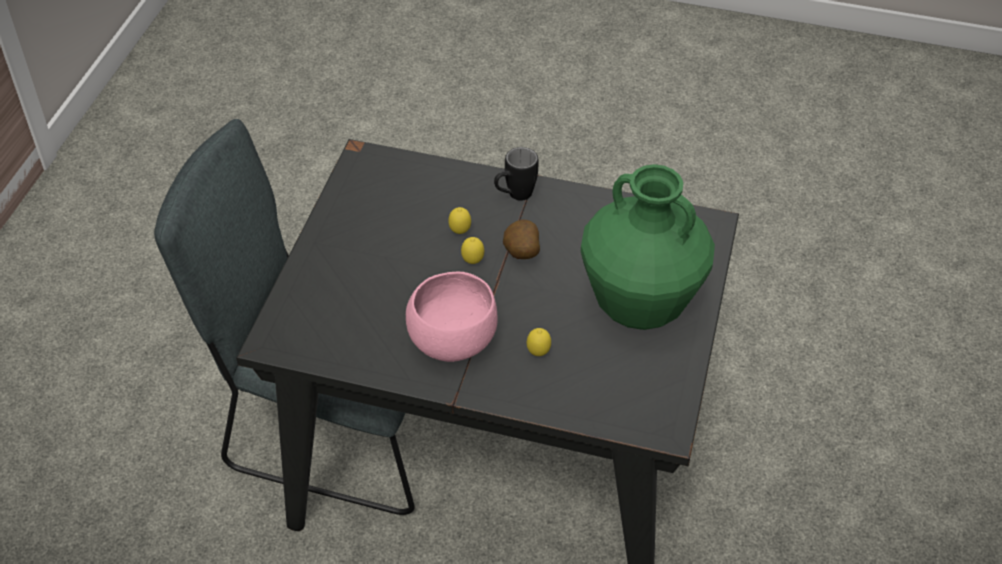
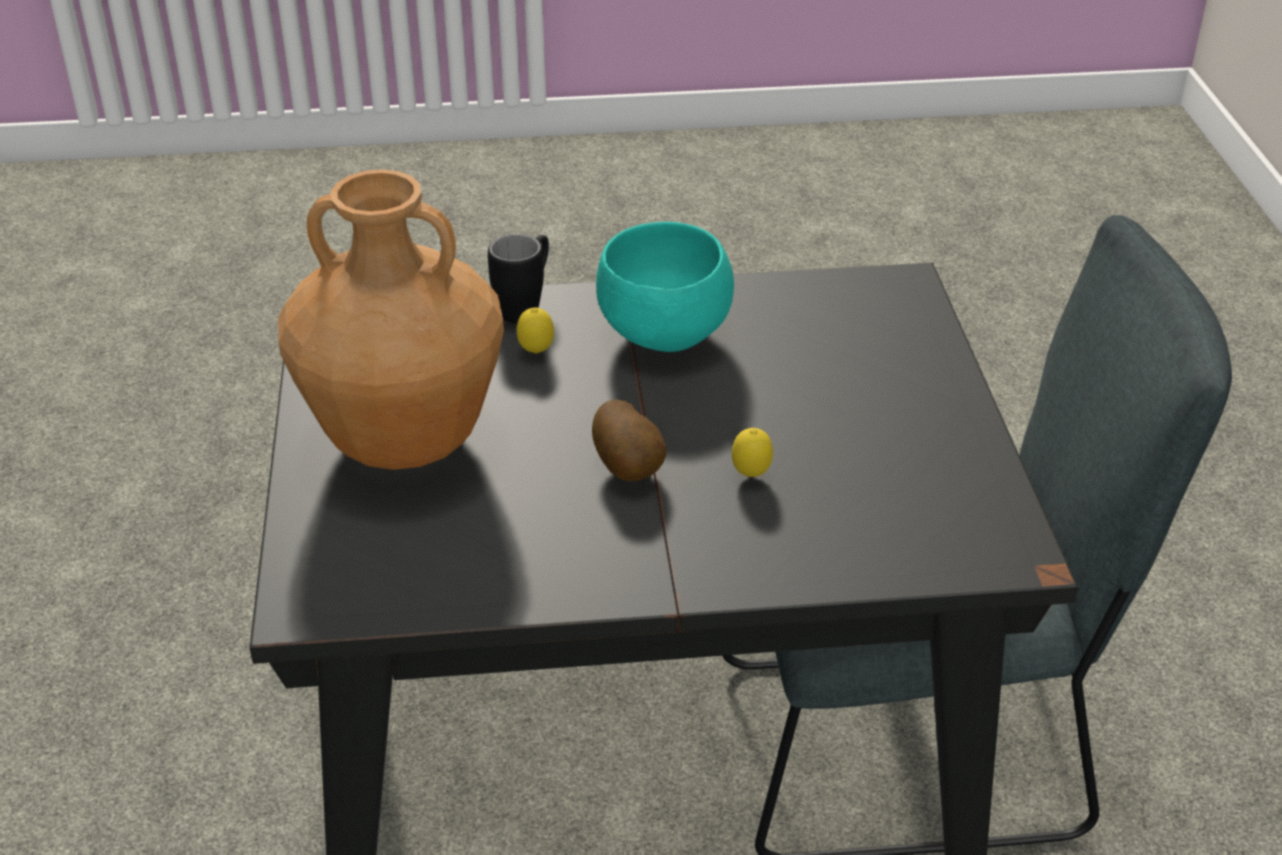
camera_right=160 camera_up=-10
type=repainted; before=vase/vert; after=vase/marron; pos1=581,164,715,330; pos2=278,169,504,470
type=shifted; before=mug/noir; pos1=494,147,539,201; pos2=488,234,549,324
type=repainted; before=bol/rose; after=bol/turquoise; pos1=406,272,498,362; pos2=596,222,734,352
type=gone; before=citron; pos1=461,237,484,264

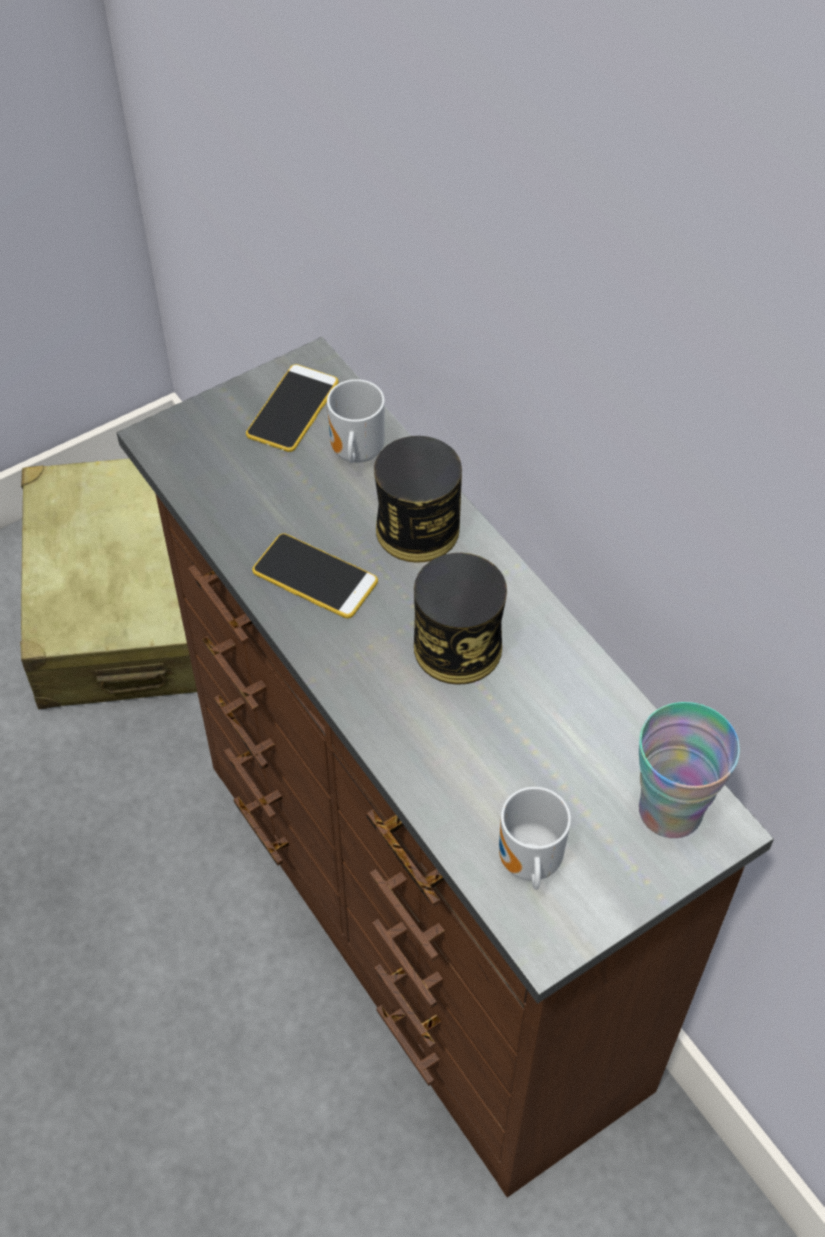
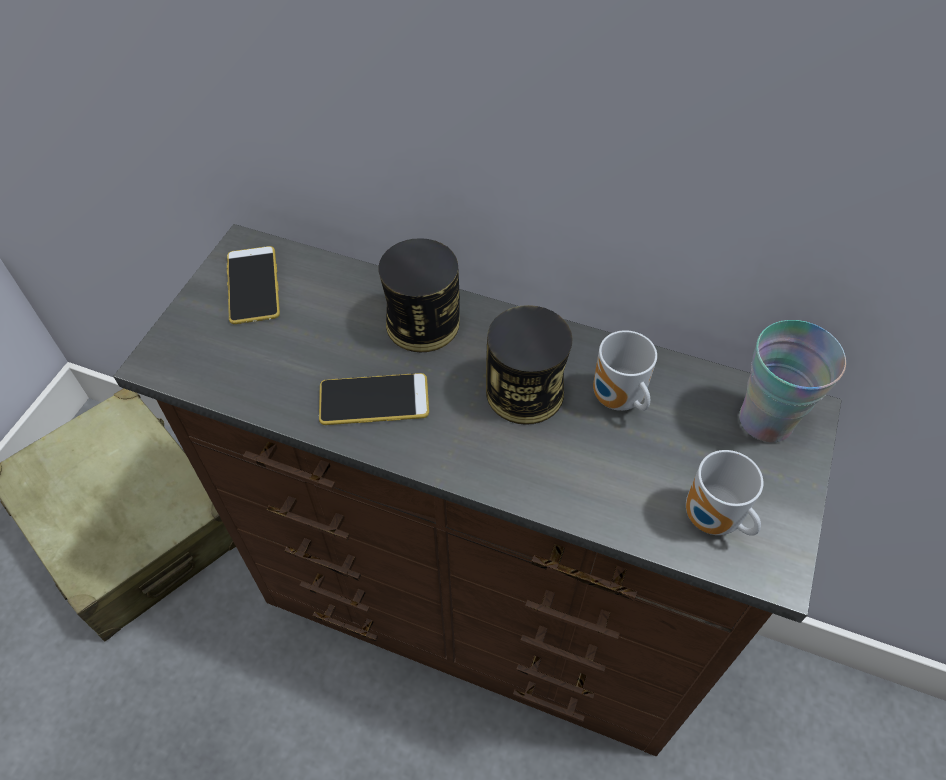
camera_right=-35 camera_up=0
type=shifted; before=mug; pos1=327,379,385,463; pos2=593,330,657,411

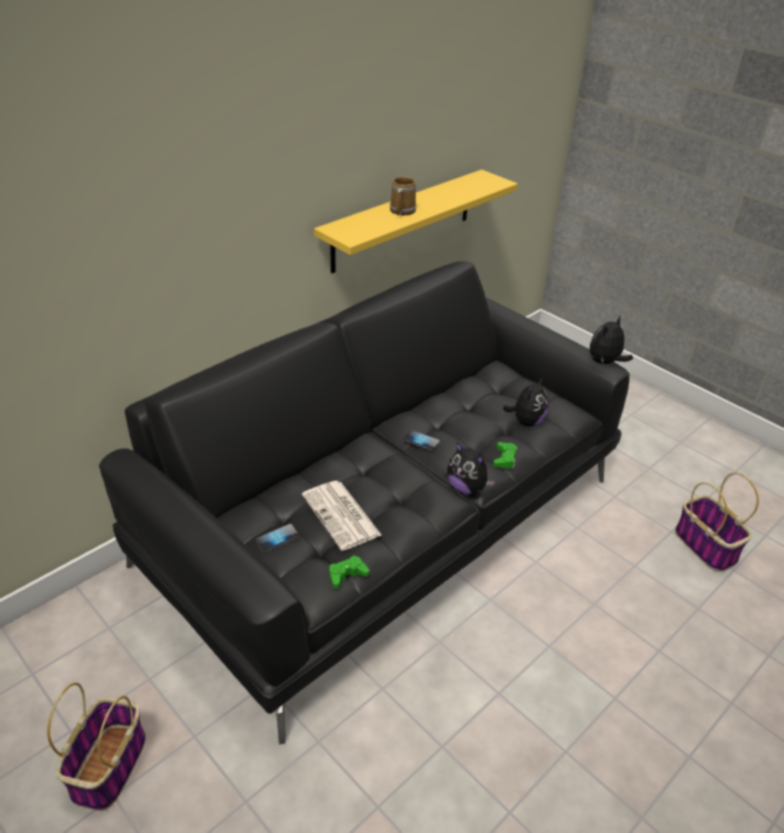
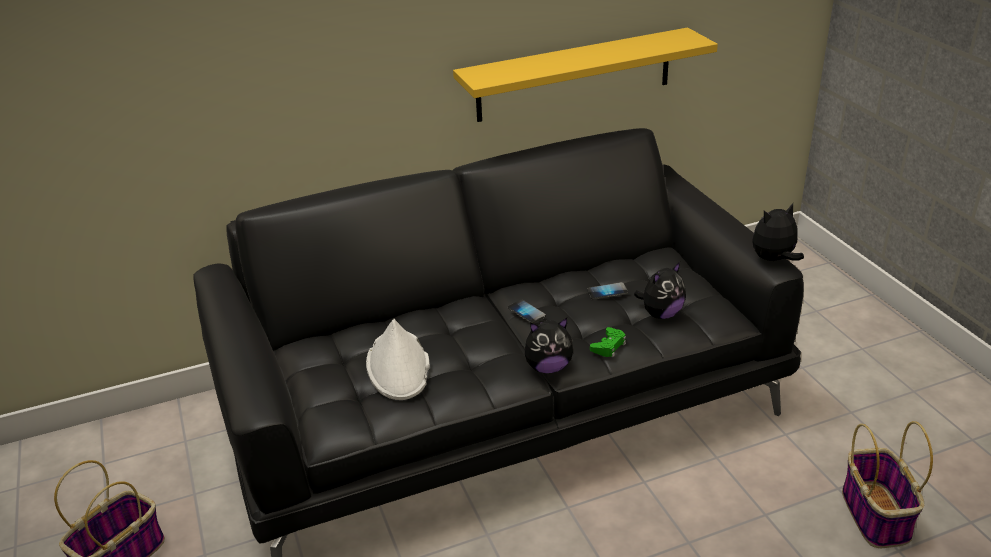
camera_right=25 camera_up=-5
type=swapped; before=journal; after=chapeau/blanc; pos1=302,481,381,551; pos2=366,319,430,400
type=rotated; before=peluche; pos1=447,442,495,495; pos2=525,318,573,373; turn=-75
type=shifted; before=téléphone; pos1=255,524,300,553; pos2=587,282,628,300
type=gone; before=manette/vert; pos1=329,555,369,588
type=gone; before=mug; pos1=390,176,417,216

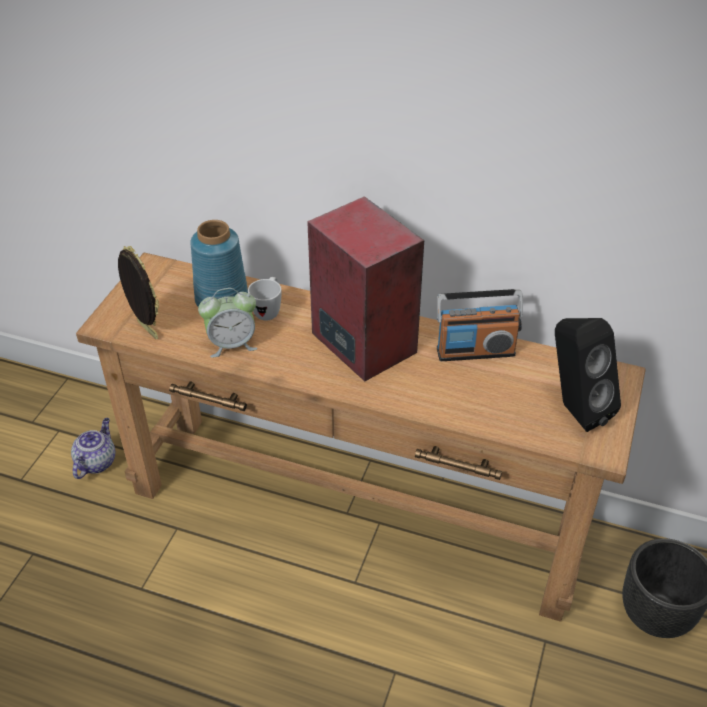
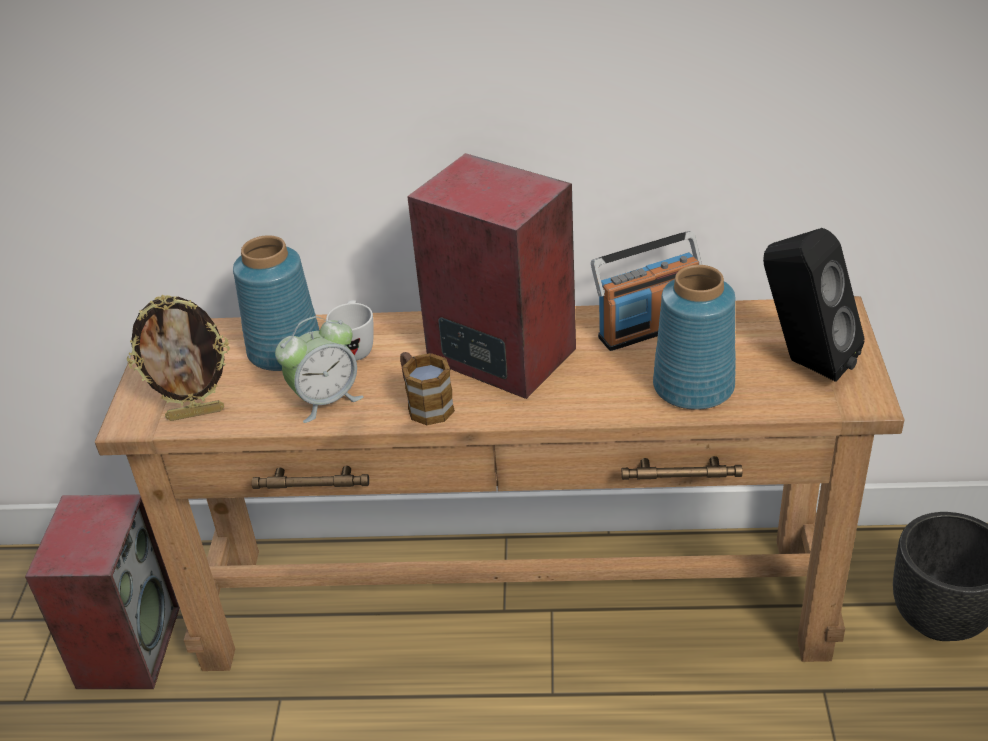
camera_right=-15 camera_up=-5
type=swapped; before=théière; after=enceinte; pos1=71,418,115,479; pos2=25,494,180,689
type=rotated; before=cadre photo; pos1=118,246,159,339; pos2=127,295,230,421; turn=135
type=new; after=mug; pos2=400,352,455,425
type=new; after=vase/bleu; pos2=653,265,736,410

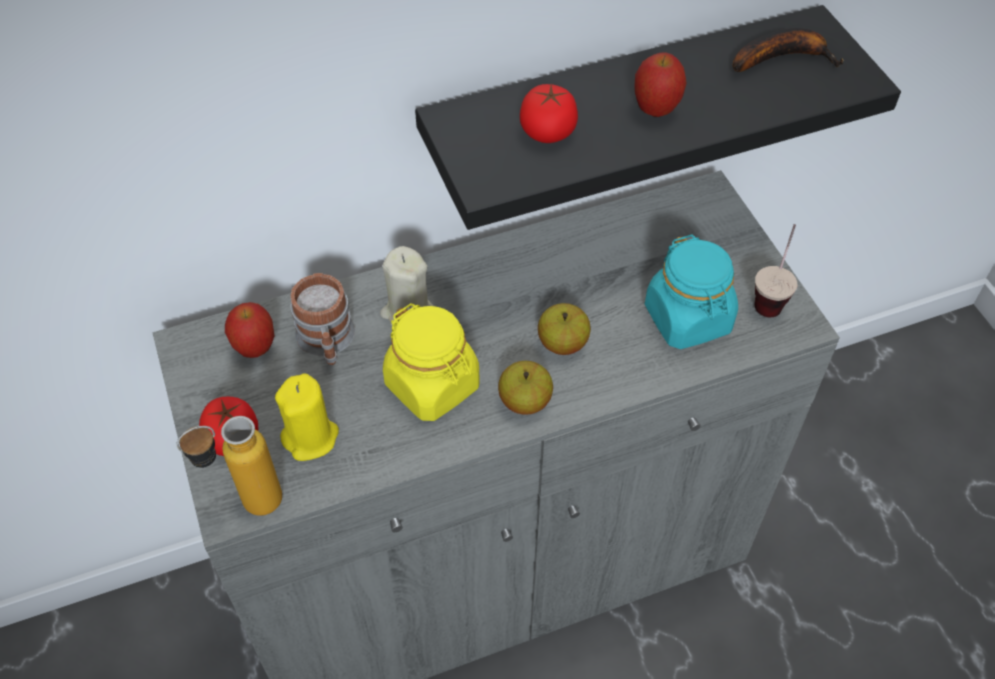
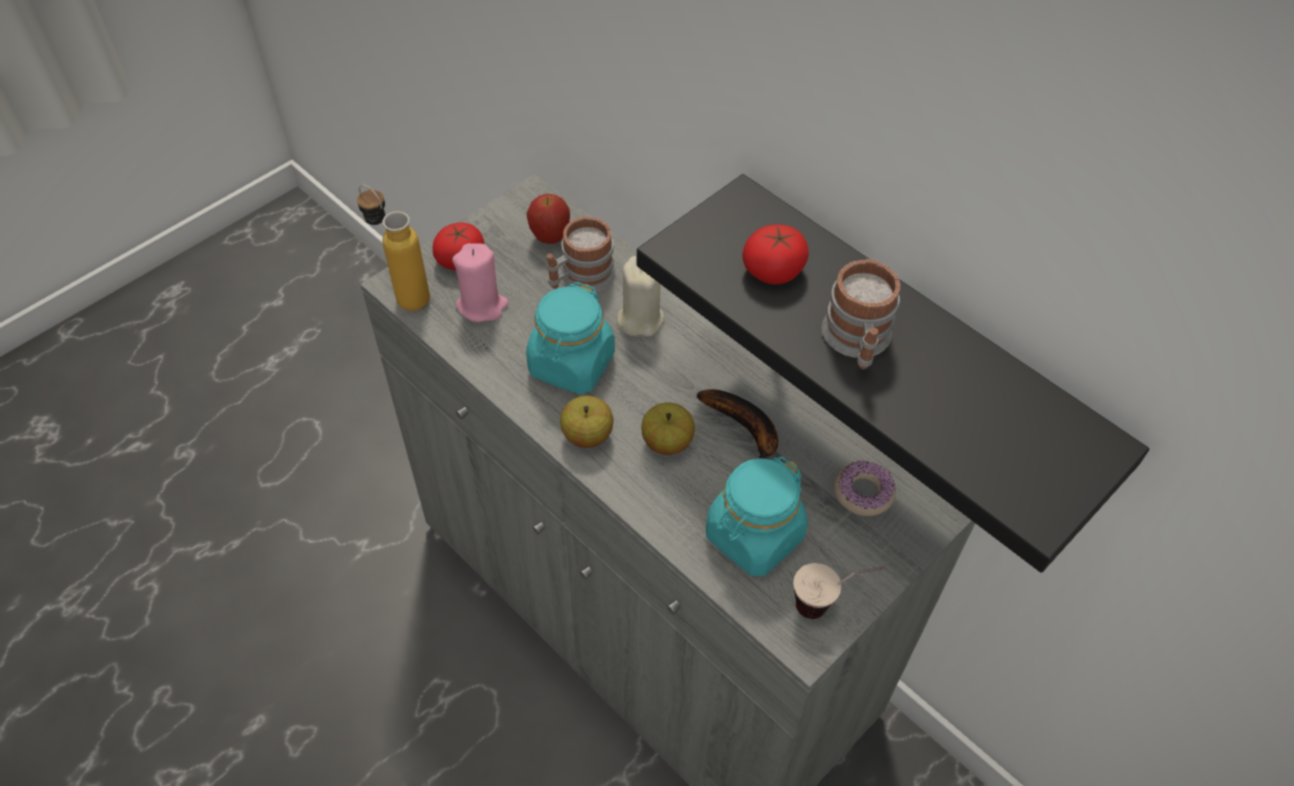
camera_right=65 camera_up=0
type=repainted; before=bougie/jaune; after=bougie/rose; pos1=275,373,339,461; pos2=452,243,509,322
type=repainted; before=bocal/jaune; after=bocal/turquoise; pos1=383,303,480,421; pos2=526,282,615,394
type=shifted; before=banane; pos1=733,28,844,72; pos2=697,389,778,459
type=swapped; before=pomme; after=mug; pos1=634,52,687,117; pos2=822,259,900,369
type=new; after=beignet; pos2=834,461,896,516

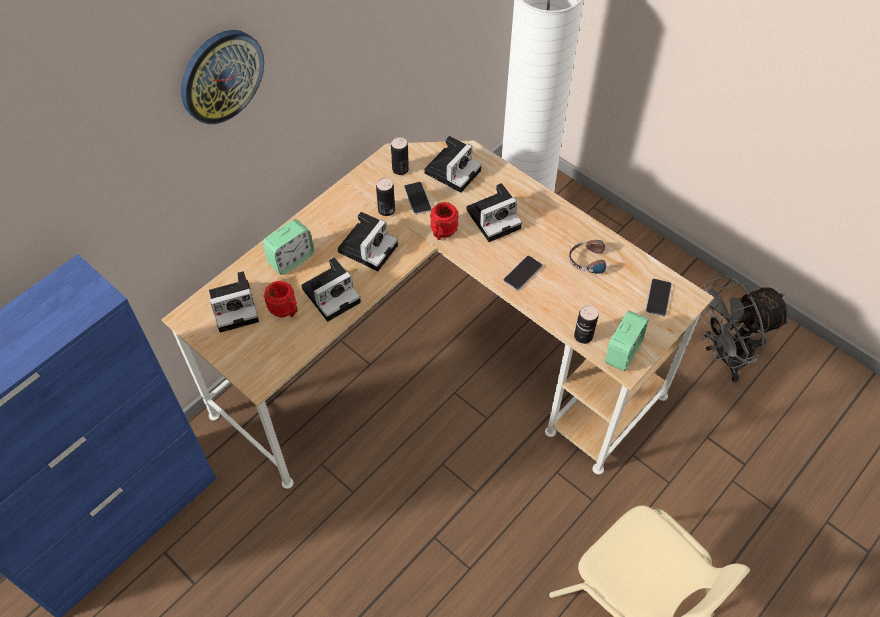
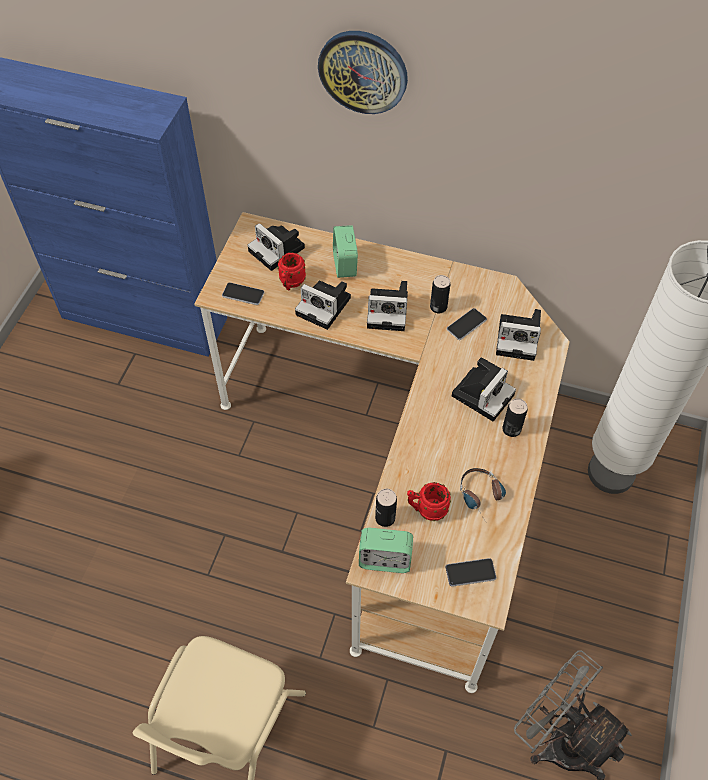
camera_right=65 camera_up=0
type=shifted; before=téléphone; pos1=503,256,543,291; pos2=222,282,265,305
type=rotated; before=réveil; pos1=263,219,314,275; pos2=333,225,358,278; turn=60
type=shifted; before=mug/rouge; pos1=430,202,459,240; pos2=407,482,451,521
type=rotated; before=appareil photo; pos1=467,183,522,242; pos2=452,357,516,421; turn=-90
type=shifted; before=boîte métallique; pos1=391,137,409,175; pos2=502,398,528,437

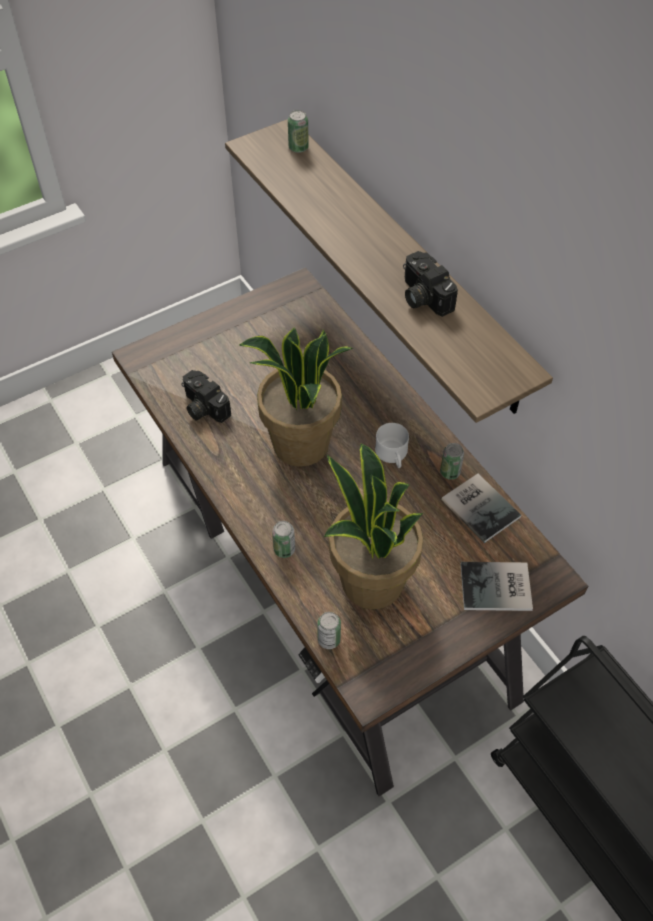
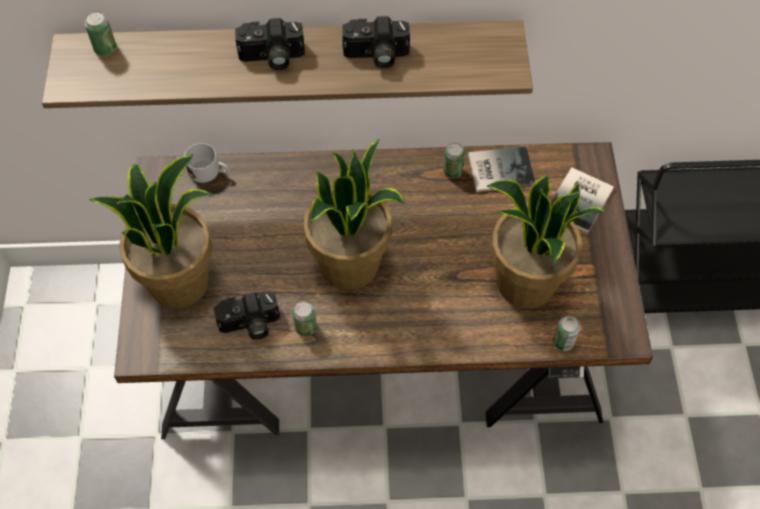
camera_right=-60 camera_up=5
type=new; after=plante en pot; pos2=89,154,212,308
type=shifted; before=mug/blanc; pos1=375,423,409,468; pos2=184,143,229,183
type=new; after=appareil photo; pos2=235,18,305,70
type=shifted; before=boîte métallique; pos1=272,521,295,558; pos2=293,301,317,336

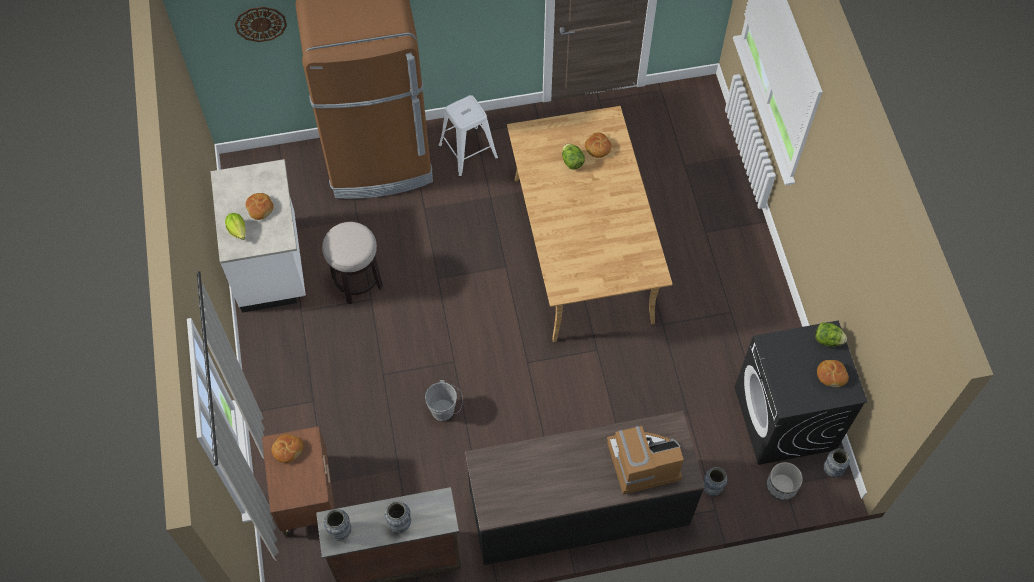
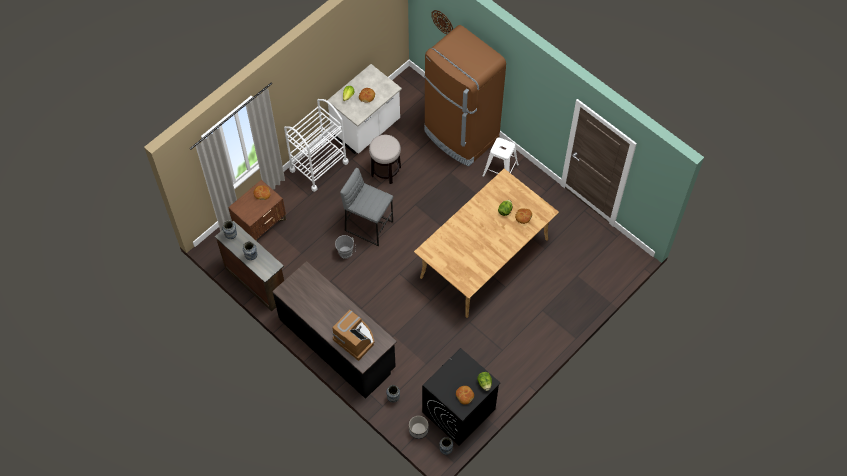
camera_right=55 camera_up=0
type=new; after=chariot/blanc; pos2=284,99,349,192
type=new; after=tabouret/gris; pos2=340,168,393,246

